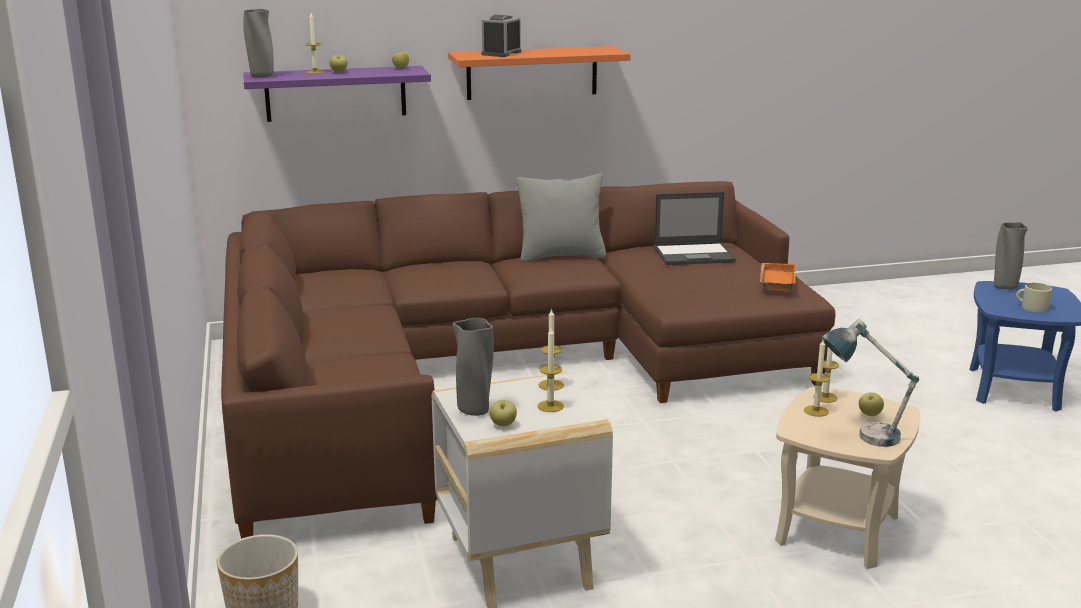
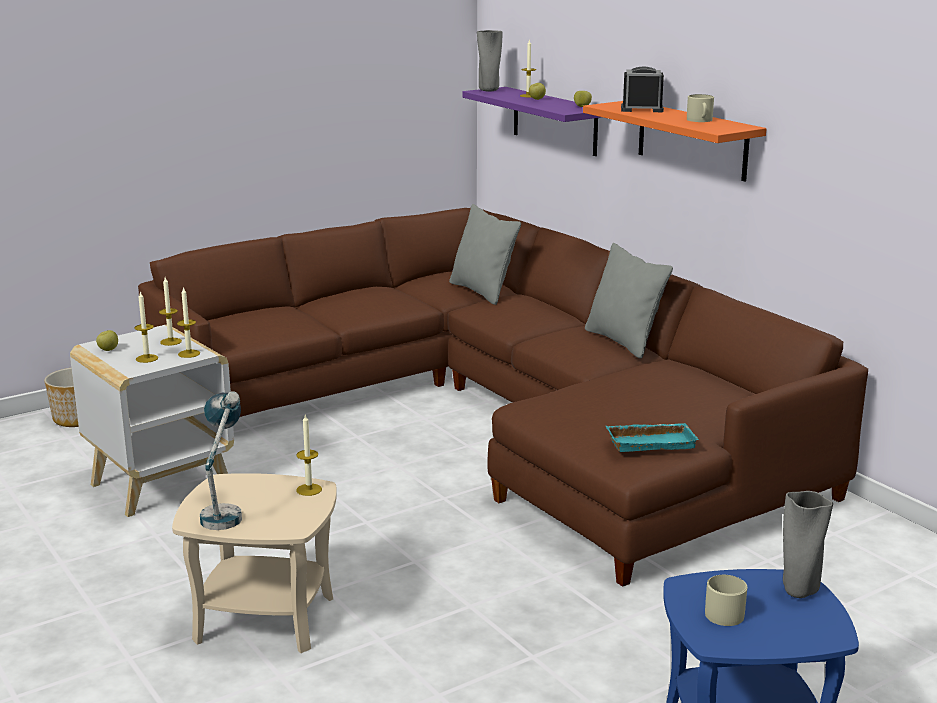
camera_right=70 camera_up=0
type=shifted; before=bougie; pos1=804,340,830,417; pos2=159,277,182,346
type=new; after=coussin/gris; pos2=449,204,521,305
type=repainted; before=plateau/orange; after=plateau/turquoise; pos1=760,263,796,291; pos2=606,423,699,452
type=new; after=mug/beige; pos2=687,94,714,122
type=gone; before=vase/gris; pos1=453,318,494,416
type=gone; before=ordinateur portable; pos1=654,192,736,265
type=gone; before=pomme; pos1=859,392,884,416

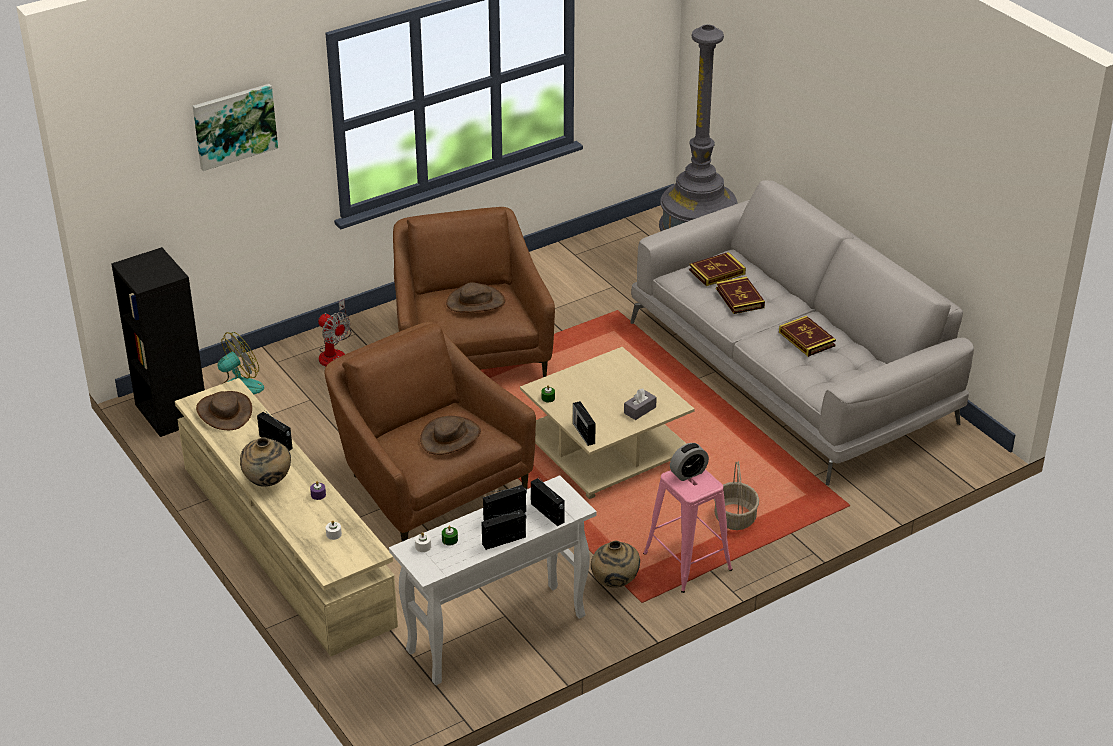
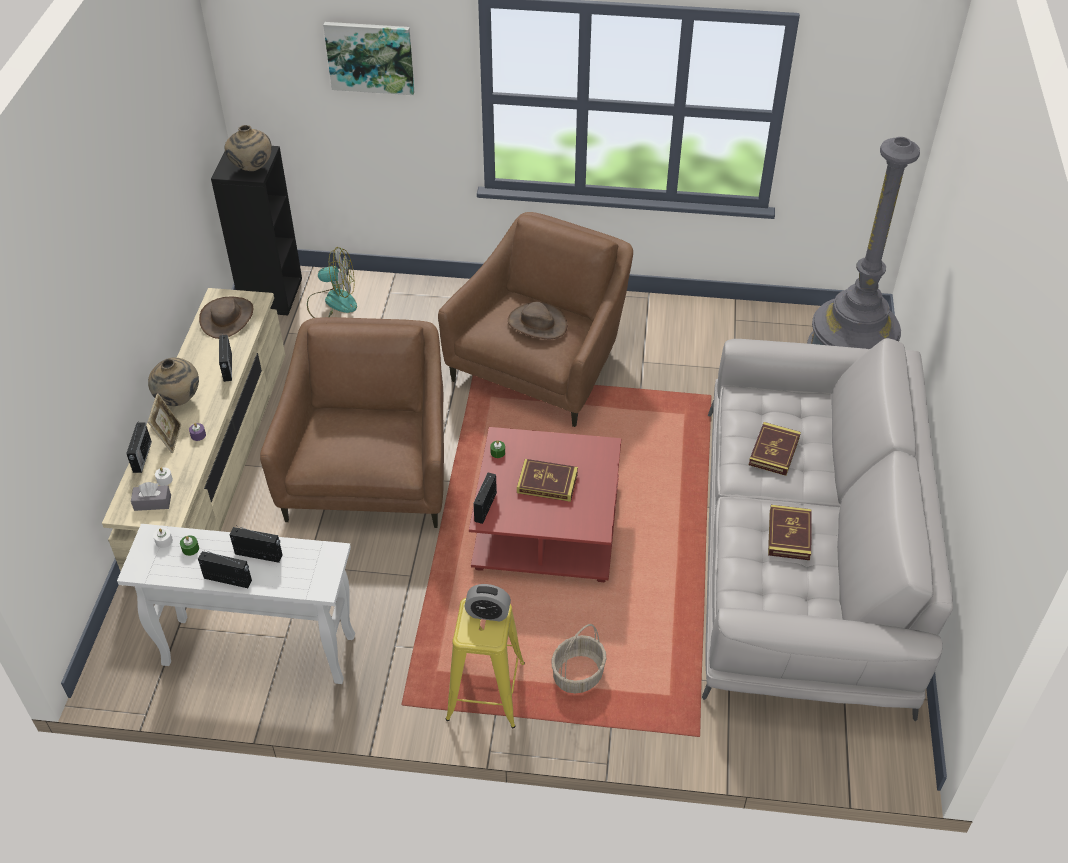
camera_right=40 camera_up=10
type=shifted; before=radio; pos1=531,478,565,526; pos2=126,422,152,473
type=shifted; before=boîte à mouchoirs/gris; pos1=624,388,657,420; pos2=131,482,171,511
type=new; after=cadre photo; pos2=148,393,181,453
type=shifted; before=vase/beige; pos1=591,541,640,588; pos2=225,125,272,171
type=repainted; before=tabouret/rose; after=tabouret/jaune; pos1=643,469,733,593; pos2=446,598,525,728
type=repainted; before=table basse/beige; after=table basse/rouge; pos1=520,347,695,499; pos2=469,427,621,582
type=shifted; before=livre; pos1=689,252,746,286; pos2=517,459,578,502
type=gone; before=ventilateur; pos1=318,300,351,367
type=gone; before=chapeau/marron; pos1=420,416,481,455

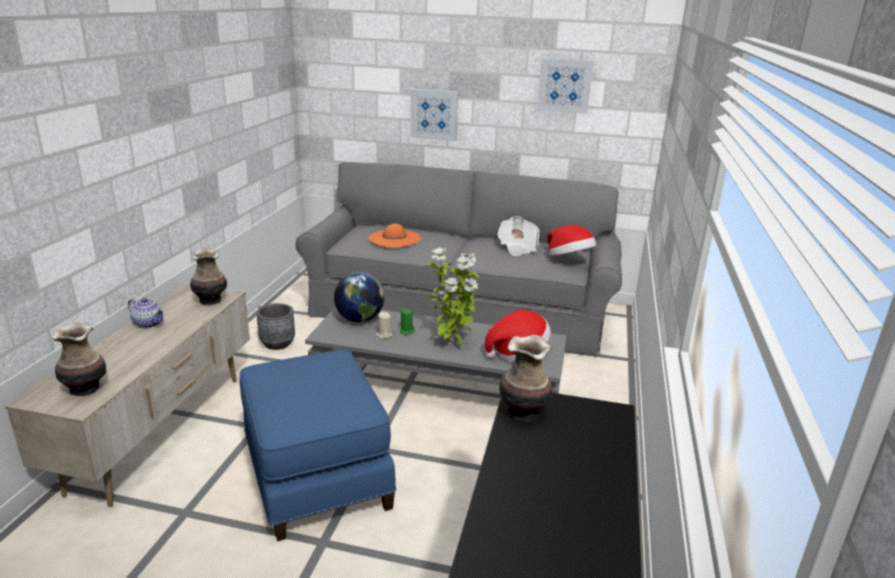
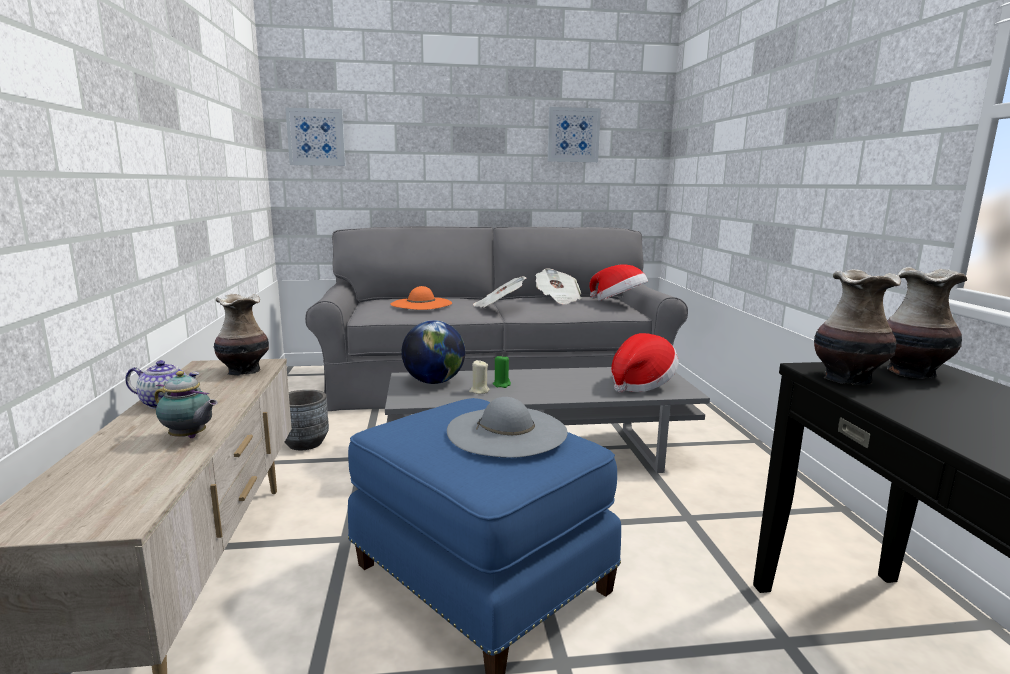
camera_right=-20 camera_up=-10
type=new; after=théière; pos2=154,371,218,438
type=shifted; before=tableau; pos1=410,89,458,141; pos2=286,108,346,166
type=new; after=chapeau/gris; pos2=447,397,568,458
type=new; after=journal; pos2=473,276,526,307
type=shifted; before=vase; pos1=51,322,107,396; pos2=887,267,967,379
type=gone; before=plante en pot; pos1=425,248,480,346

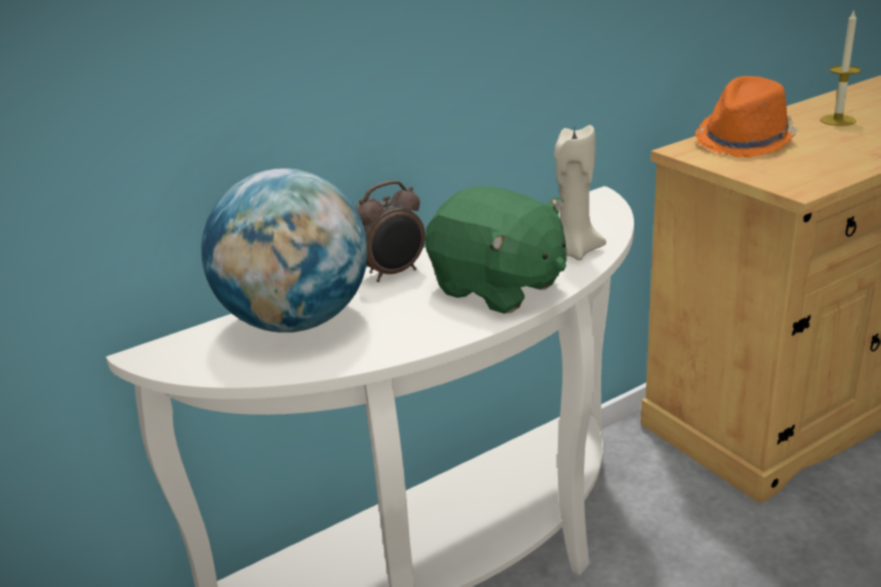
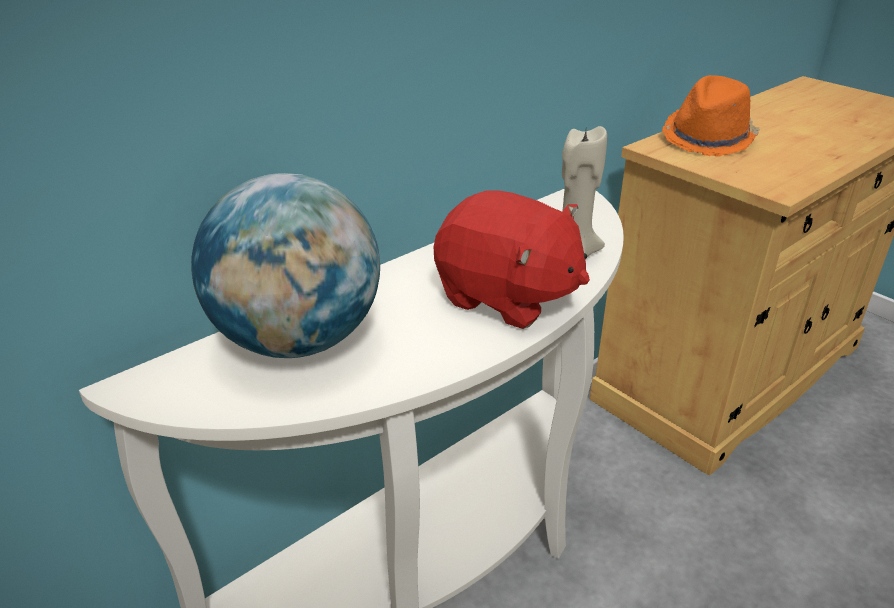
camera_right=-10 camera_up=5
type=repainted; before=peluche/vert; after=peluche/rouge; pos1=425,186,567,314; pos2=434,190,590,329
type=gone; before=réveil; pos1=356,180,425,282
type=gone; before=bougie; pos1=820,11,861,126

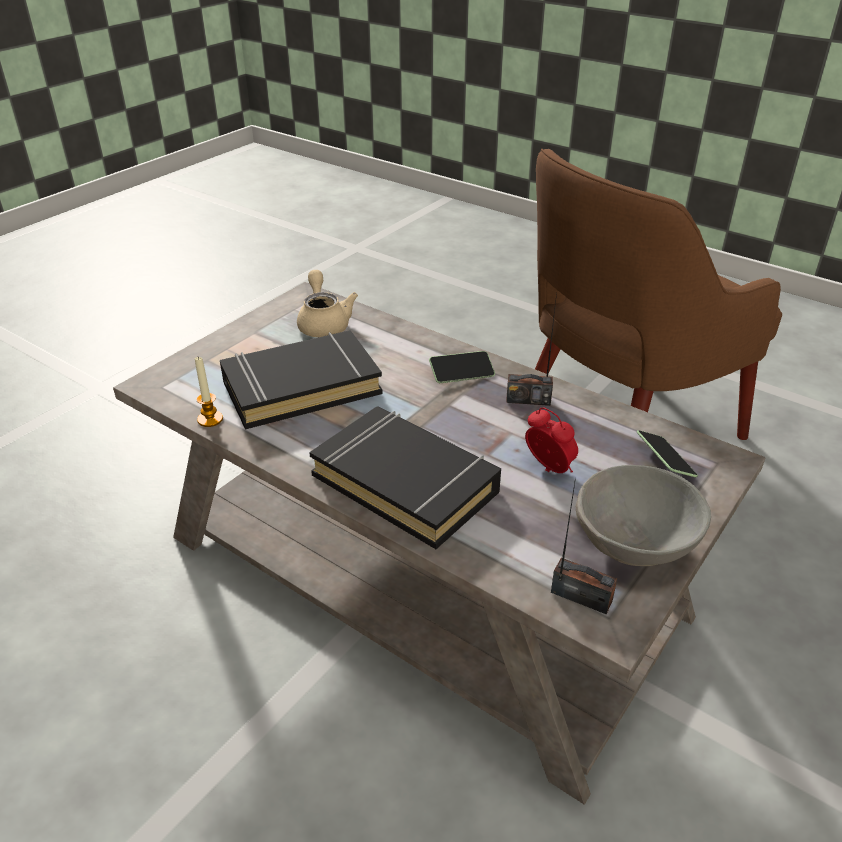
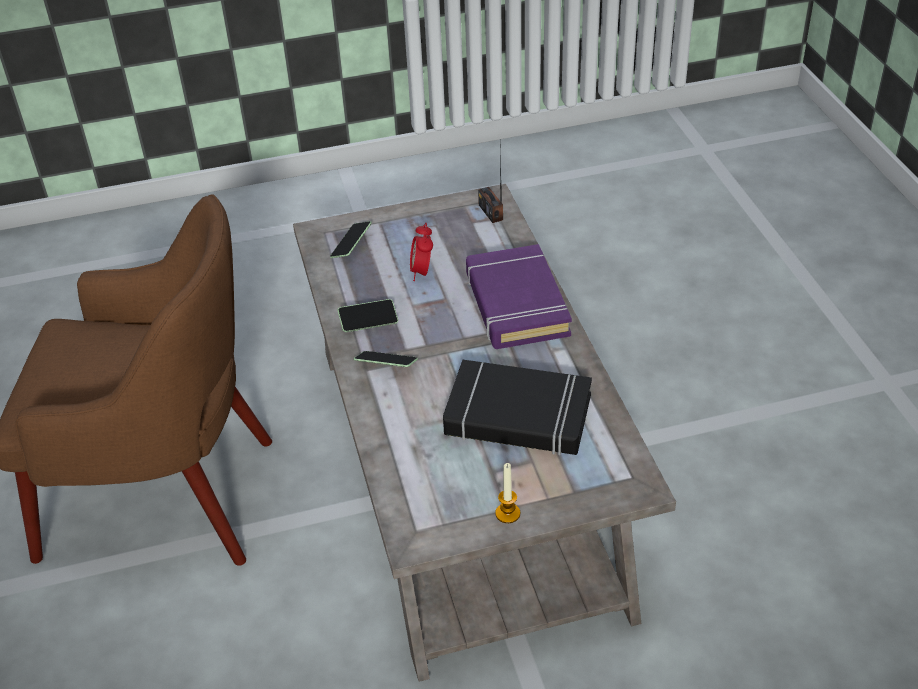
camera_right=-140 camera_up=5
type=swapped; before=radio; after=téléphone; pos1=506,293,557,406; pos2=338,299,398,332
type=repainted; before=livre/noir; after=livre/violet; pos1=309,406,501,549; pos2=466,244,572,349
type=shifted; before=bougie; pos1=195,357,223,427; pos2=495,463,520,523
type=gone; before=théière/beige; pos1=297,270,358,337
type=gone; before=bol/gris; pos1=576,465,711,566

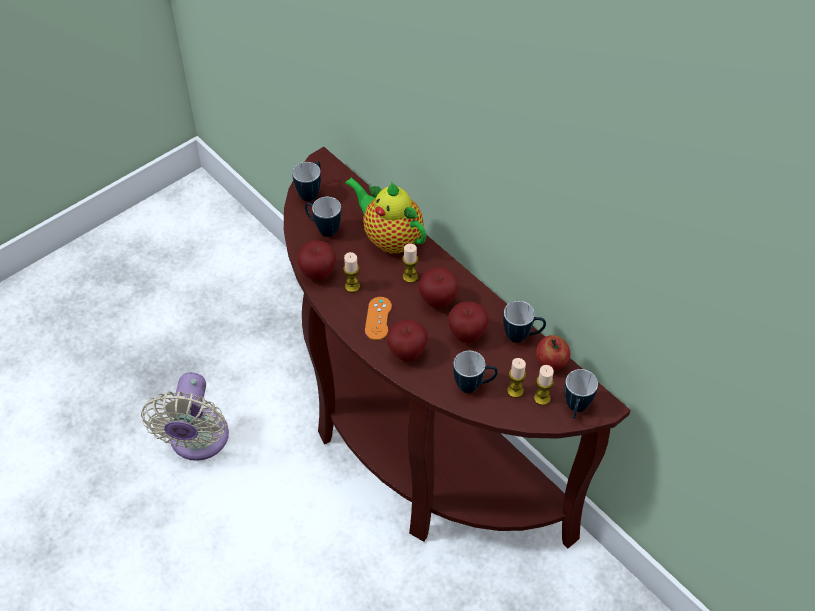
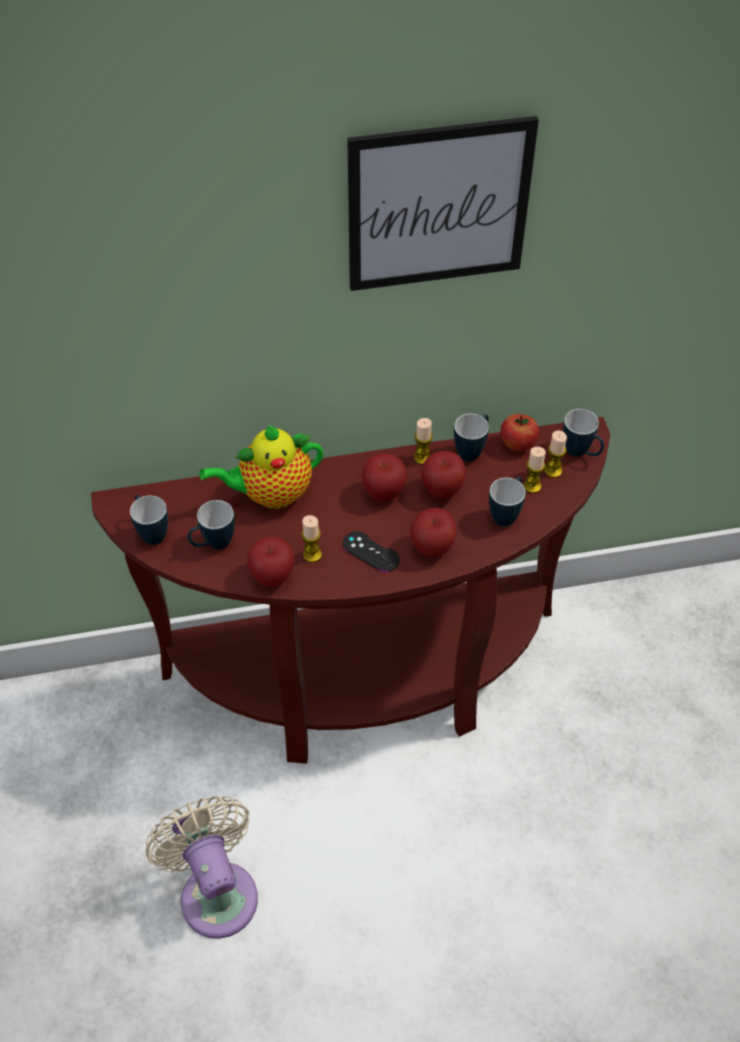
camera_right=-60 camera_up=0
type=rotated; before=ventilateur/beige; pos1=141,372,229,461; pos2=146,796,258,939; turn=-150
type=repainted; before=manette/orange; after=manette/noir; pos1=365,297,392,340; pos2=343,531,400,572
type=new; after=tableau; pos2=347,116,539,291
type=shifted; before=bougie; pos1=402,244,418,283; pos2=414,418,433,465

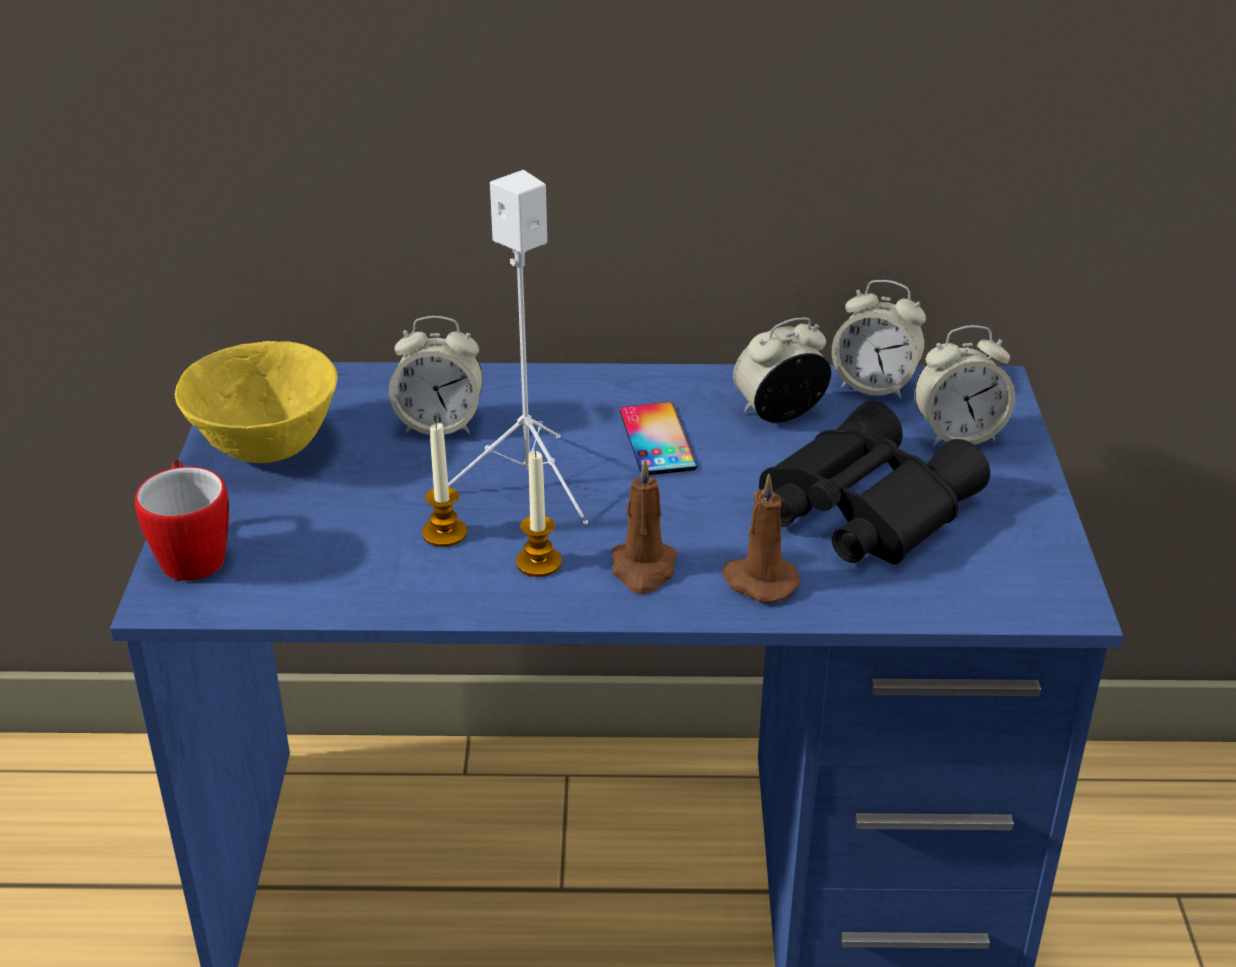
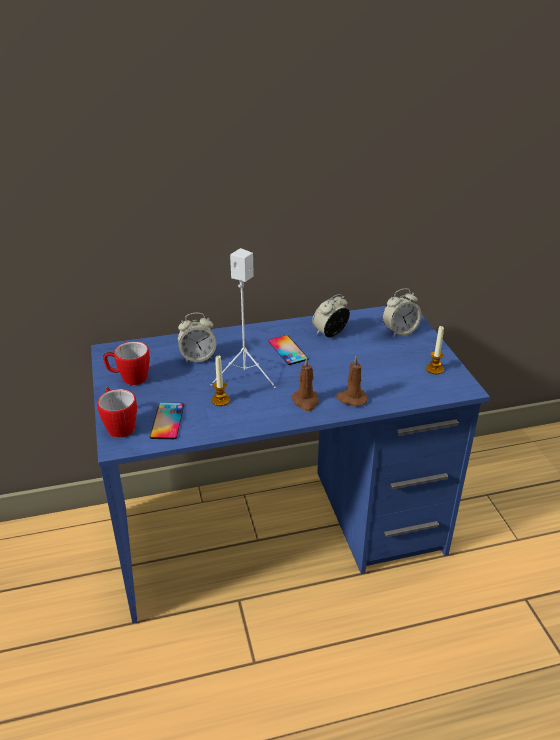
camera_right=-15 camera_up=0
type=swapped; before=bol/jaune; after=mug; pos1=175,341,337,463; pos2=103,341,150,385
type=new; after=téléphone; pos2=150,402,184,439
type=shifted; before=bougie; pos1=516,450,562,577; pos2=426,326,444,374
type=gone; before=jumelles/noir; pos1=759,401,990,564
type=gone; before=réveil; pos1=832,280,926,399

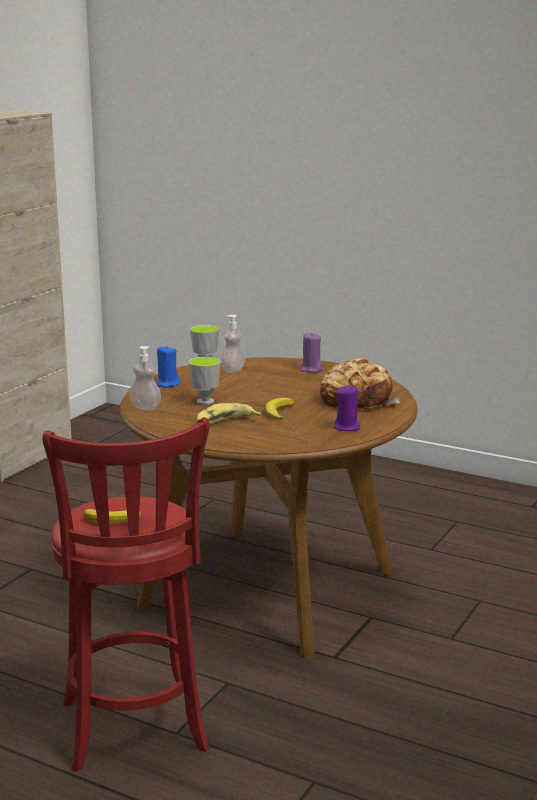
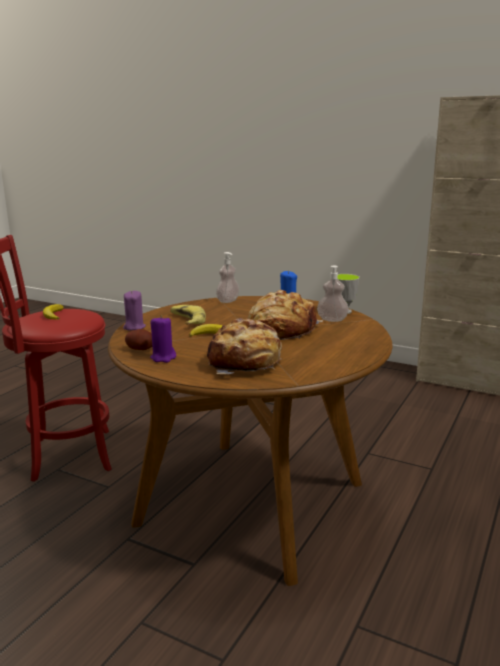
camera_right=90 camera_up=0
type=shifted; before=bougie/violet; pos1=300,333,323,373; pos2=123,290,146,331
type=new; after=pomme de terre; pos2=125,329,152,350
type=new; after=pain; pos2=248,290,323,340
type=gone; before=tasse; pos1=188,357,221,405

